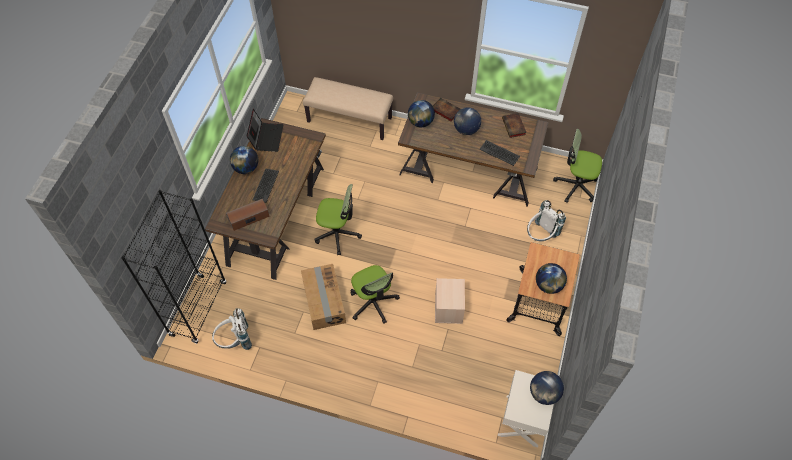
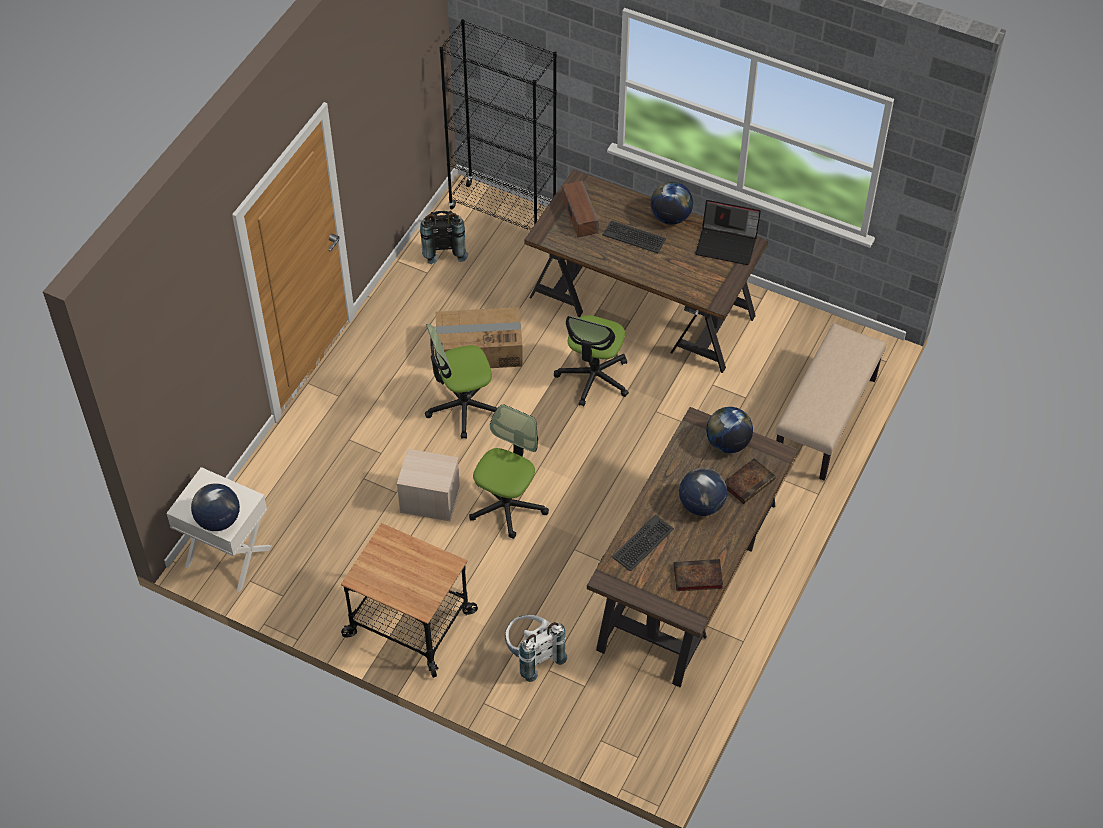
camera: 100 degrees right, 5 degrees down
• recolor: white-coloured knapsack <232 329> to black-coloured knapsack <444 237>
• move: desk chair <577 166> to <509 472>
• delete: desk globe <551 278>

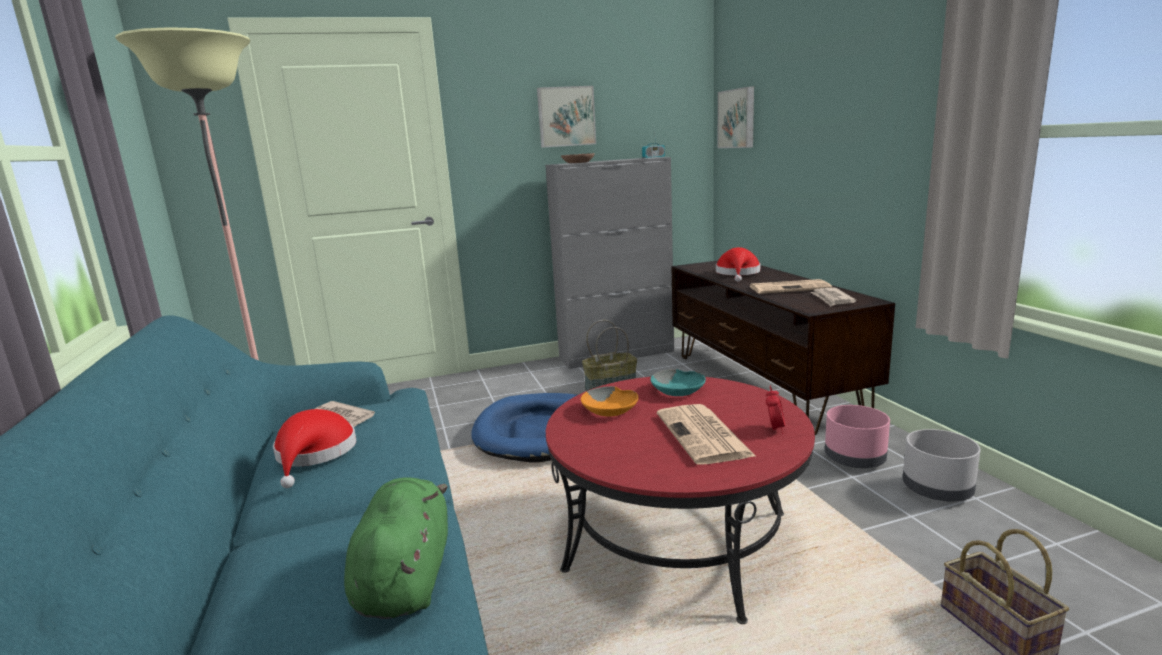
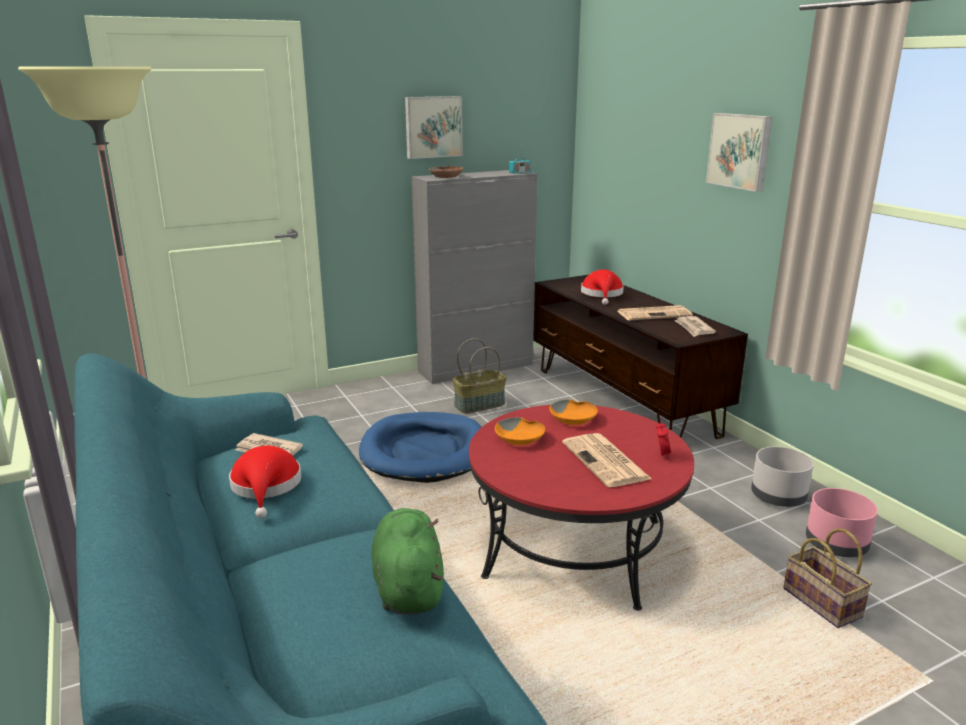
camera: 10 degrees left, 5 degrees up
• recolor: turquoise deep dish <678 382> to orange-coloured deep dish <573 412>
• move: picture <736 117> to <739 152>
• move: pink flower pot <857 436> to <842 522>

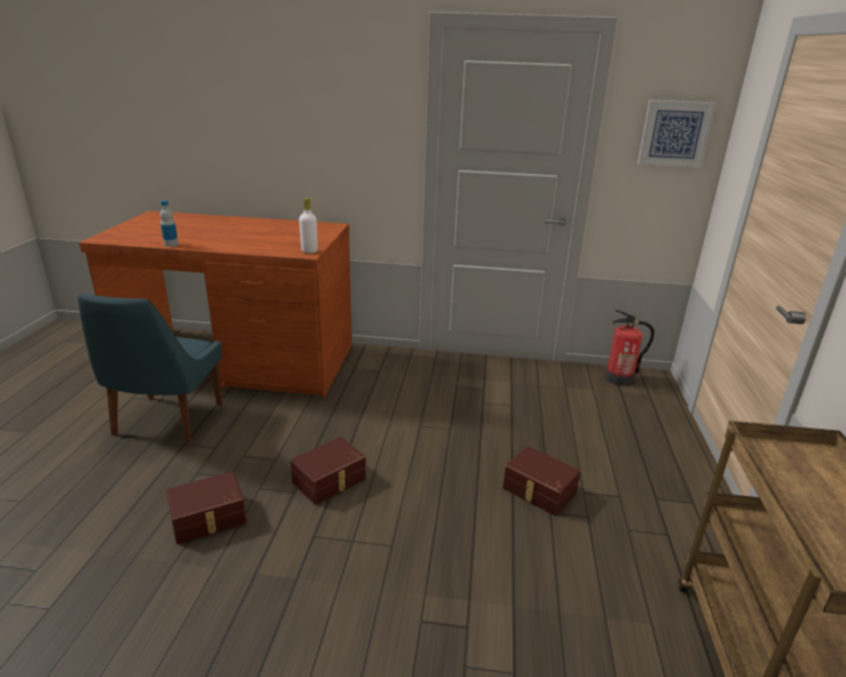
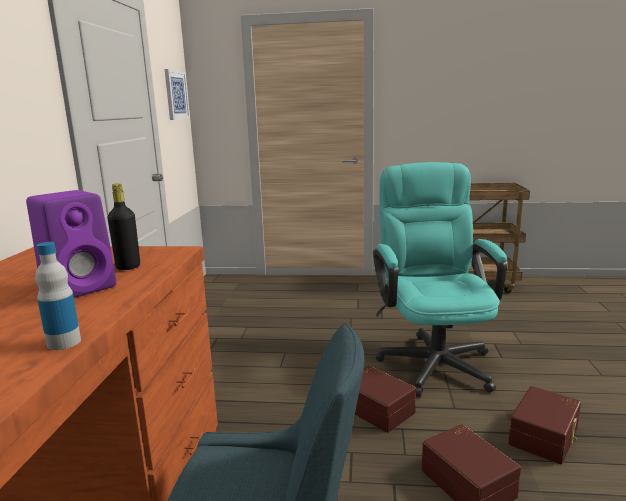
camera: 90 degrees left, 10 degrees down
• insert: purplish audio speaker <71 244>
• insert: black-coloured bottle <124 226>
• insert: turquoise desk chair <440 279>
• move: brown-coloured storage bin <541 481> to <544 425>
• delete: white-coloured bottle <308 225>
• delete: fire extinguisher <629 347>

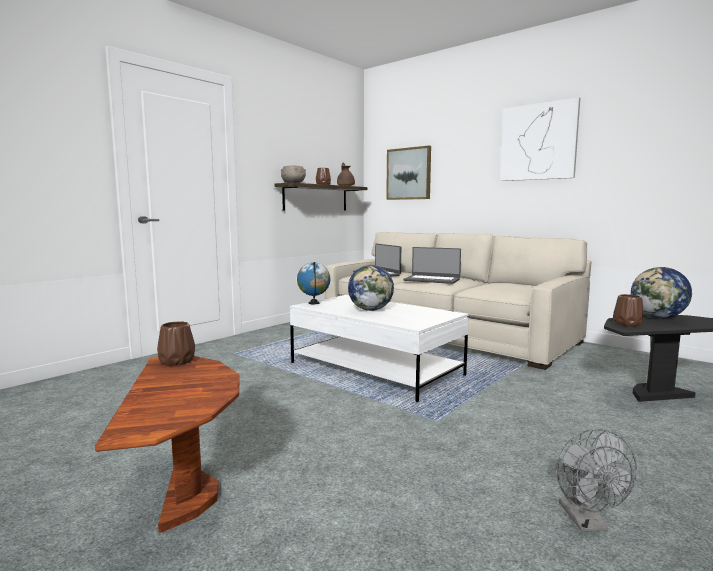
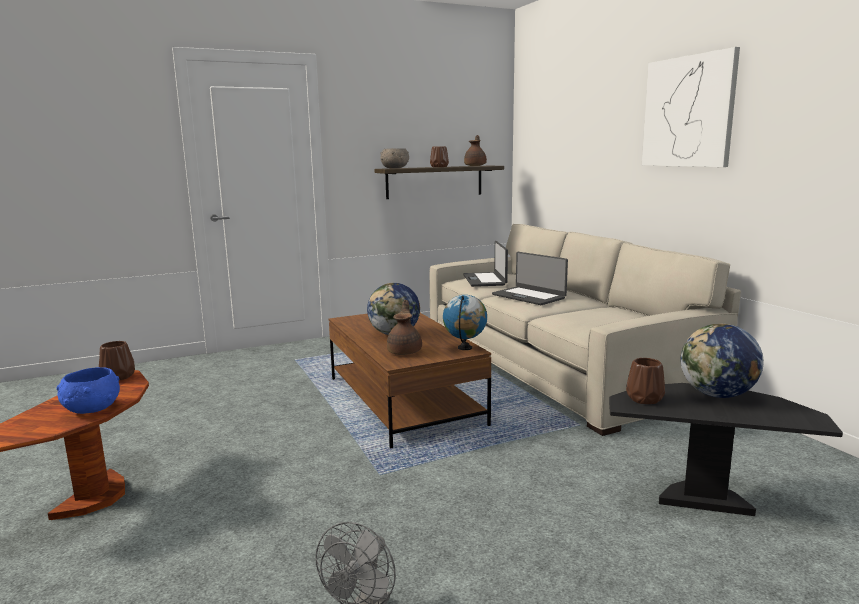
camera: 25 degrees right, 5 degrees up
• insert: bluish deep dish <88 390>
• recolor: white-coloured lounge table <379 348> to brown-coloured lounge table <410 380>
• insert: brown-coloured pot for tea <404 327>
• move: desk globe <313 283> to <465 322>
• delete: picture <408 172>

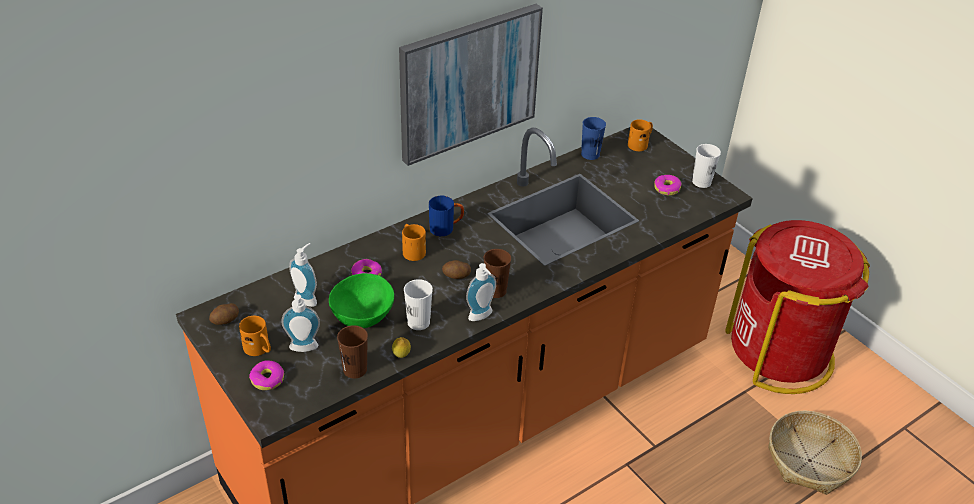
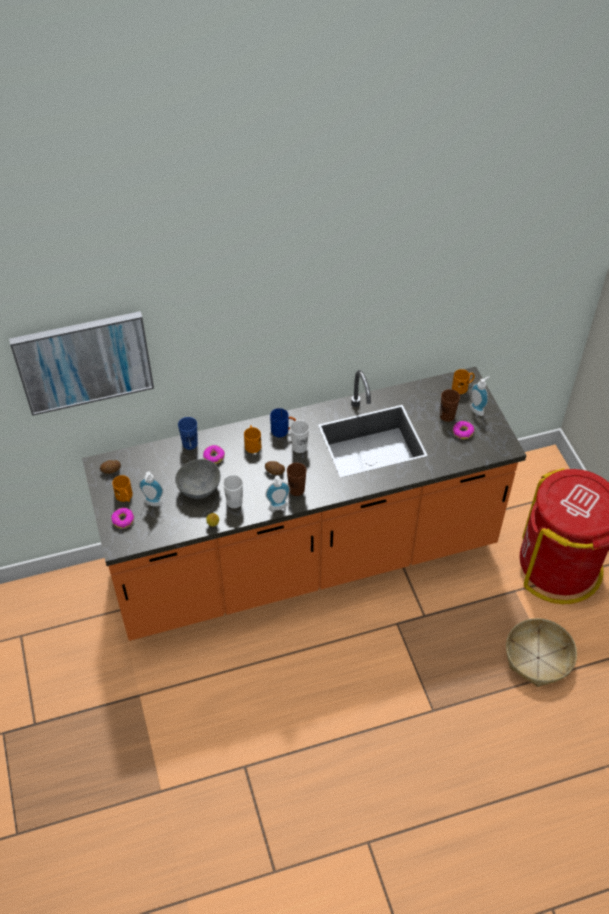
camera: 20 degrees right, 10 degrees up
• move: picture <471 85> to <81 363>
• recolor: green-coloured deep dish <361 300> to grey deep dish <198 479>
• move: bluish small cup <593 138> to <188 433>
• move: white-coloured small cup <706 166> to <299 436>
• move: brown-coloured small cup <352 351> to <450 405>
• move: soap dispenser <303 275> to <480 396>

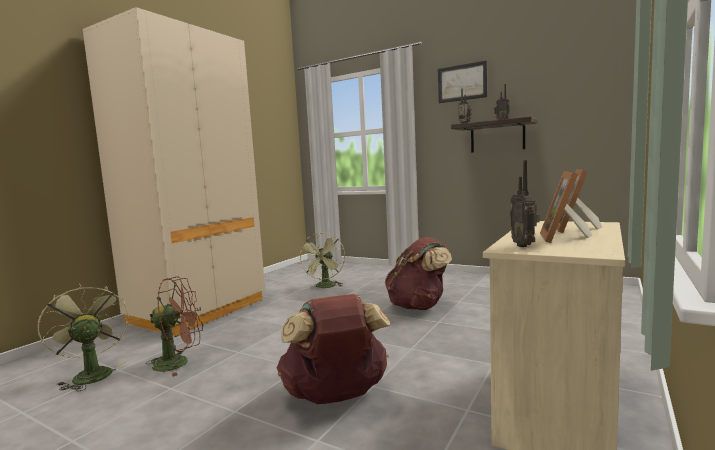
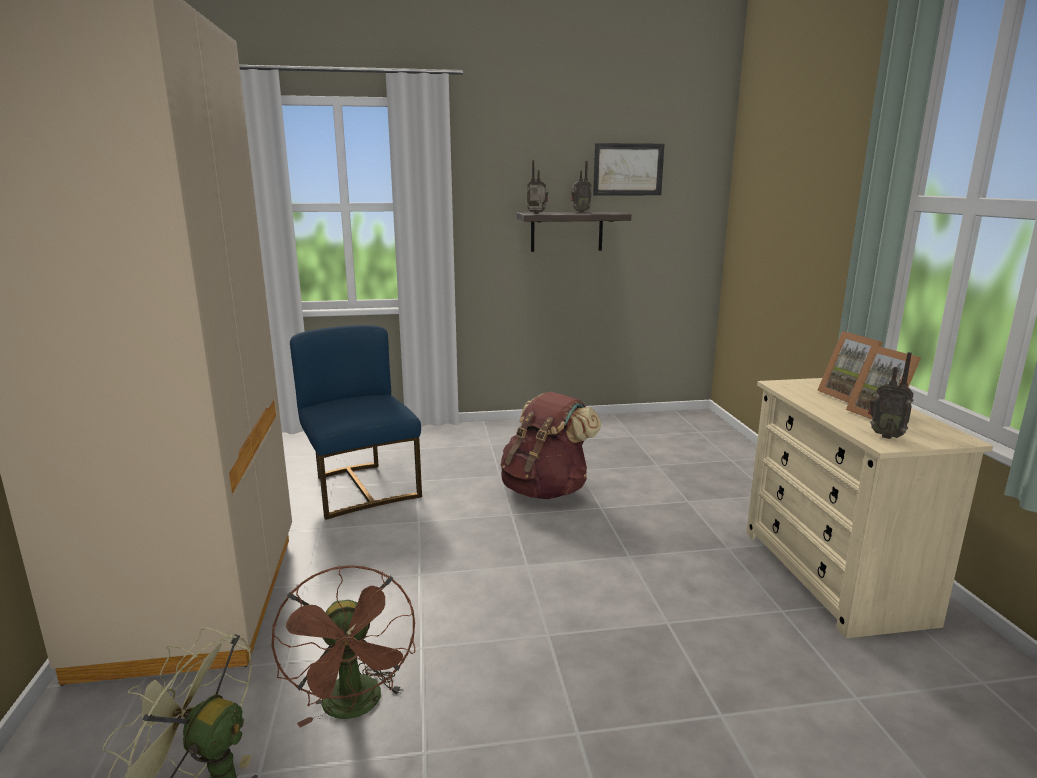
camera: 40 degrees left, 10 degrees up
• rotate: brown-coloured cooling fan <174 327> = <343 646> 120 degrees clockwise
• replace: green-coloured cooling fan <322 260> to bluish plain chair <356 422>
• move: picture <462 82> to <628 169>
• delete: brown-coloured knapsack <334 349>

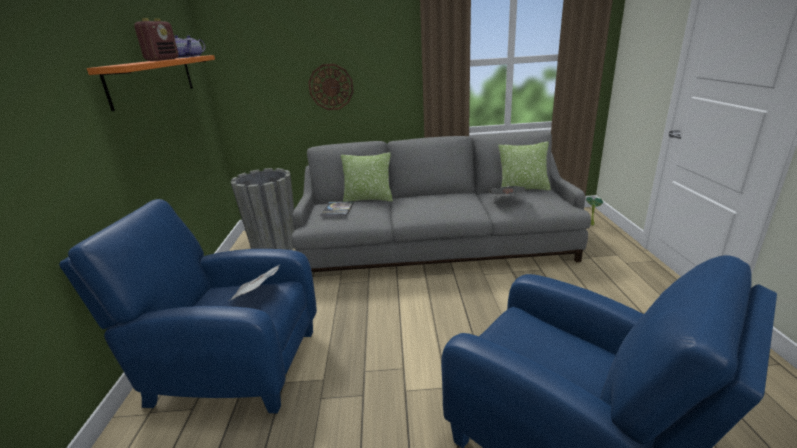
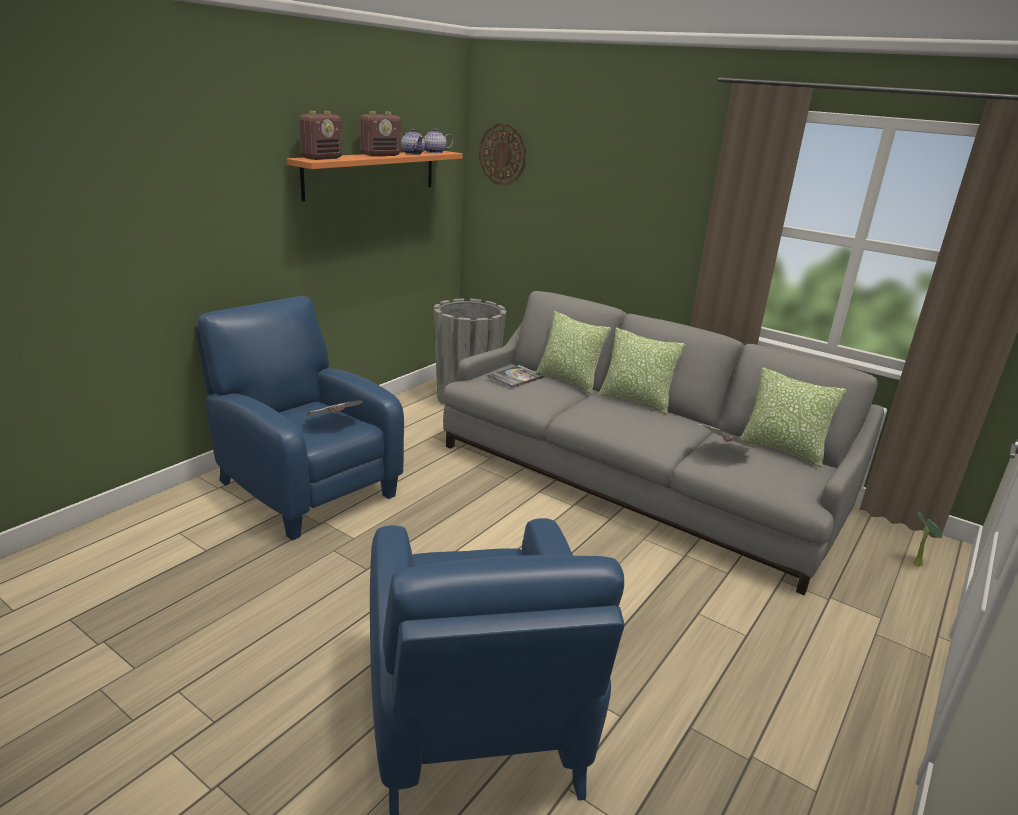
camera: 35 degrees right, 0 degrees up
• insert: radio <320 135>
• move: clock on the wall <331 87> to <503 154>
• insert: throw pillow <641 371>

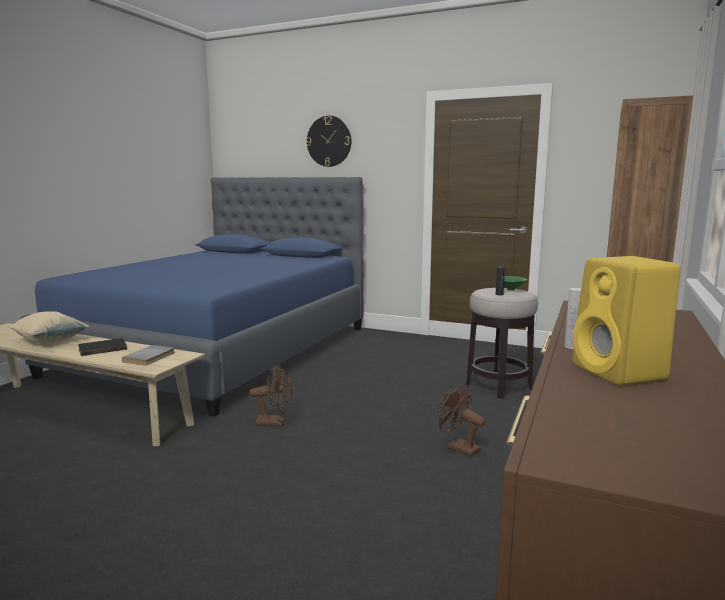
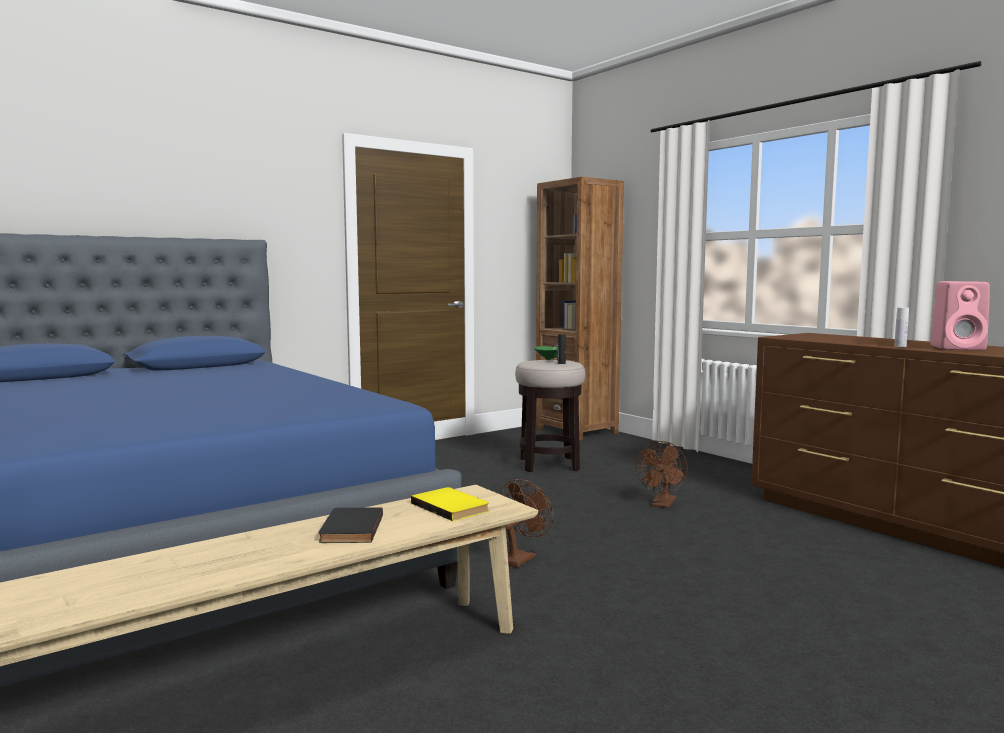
camera: 60 degrees left, 5 degrees down
• recolor: grey bound book <148 355> to yellow bound book <450 504>
• rotate: brown-coloured cooling fan <461 420> = <662 474> 45 degrees counterclockwise
• recolor: yellow audio speaker <627 320> to pink audio speaker <960 315>
• delete: beige-coloured throw pillow <49 327>
• delete: clock on the wall <328 141>

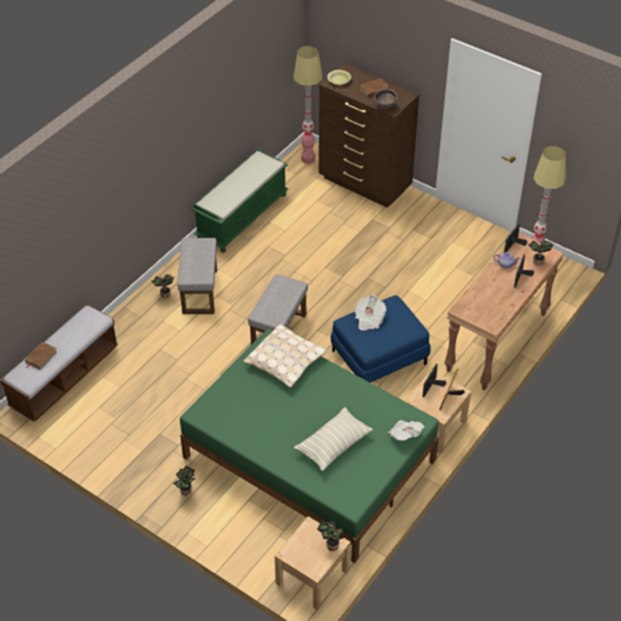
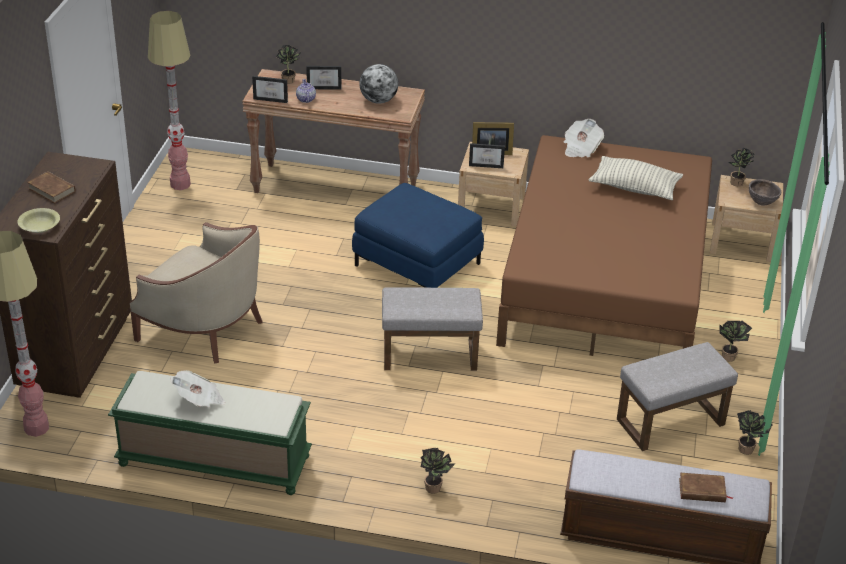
camera: 115 degrees left, 10 degrees down
• insert: beige-coloured lounge chair <196 293>
• move: daily paper <370 312> to <197 388>
• insert: desk globe <379 84>
• recolor: green-coloured sleeping bed <309 445> to brown-coloured sleeping bed <604 245>
• move: grey ottoman <197 276> to <677 396>
• insert: potted plant <755 432>
• move: brown-coloured deep dish <385 99> to <765 192>
• delete: beige-coloured throw pillow <285 356>

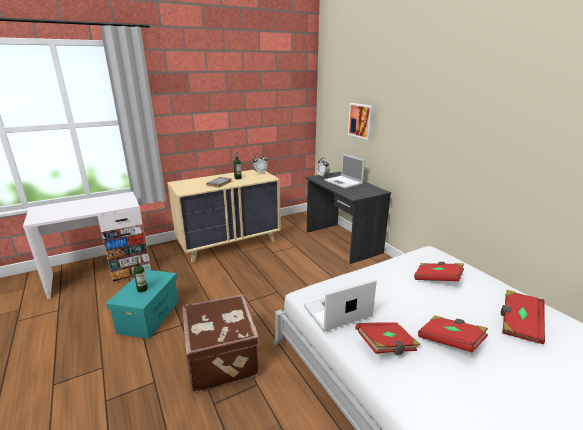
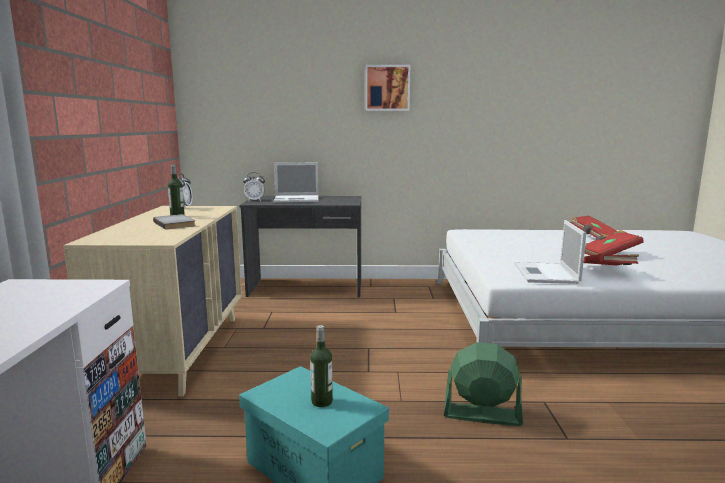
camera: 60 degrees left, 10 degrees down
• move: picture <361 121> to <387 88>
• replace: brown-coloured suitcase <221 343> to green-coloured cooling fan <483 384>
• delete: reddish bound book <439 271>

